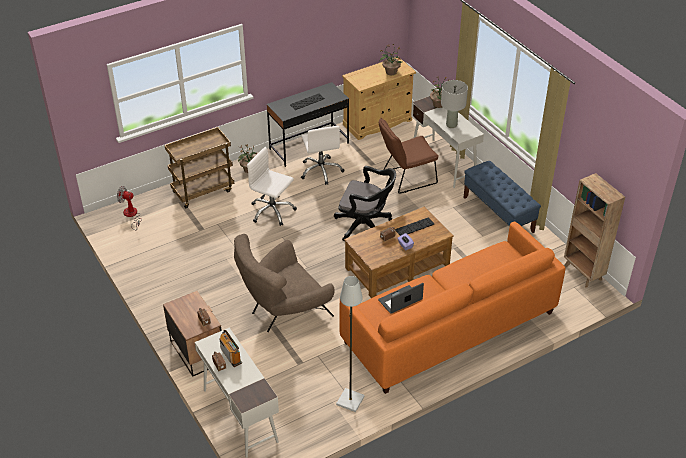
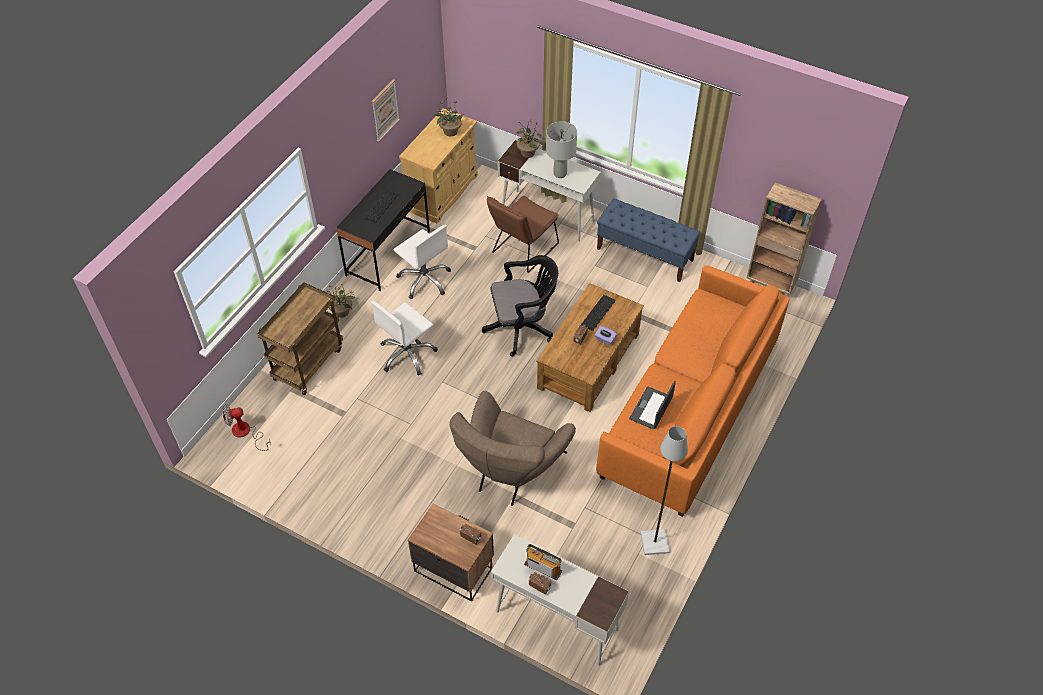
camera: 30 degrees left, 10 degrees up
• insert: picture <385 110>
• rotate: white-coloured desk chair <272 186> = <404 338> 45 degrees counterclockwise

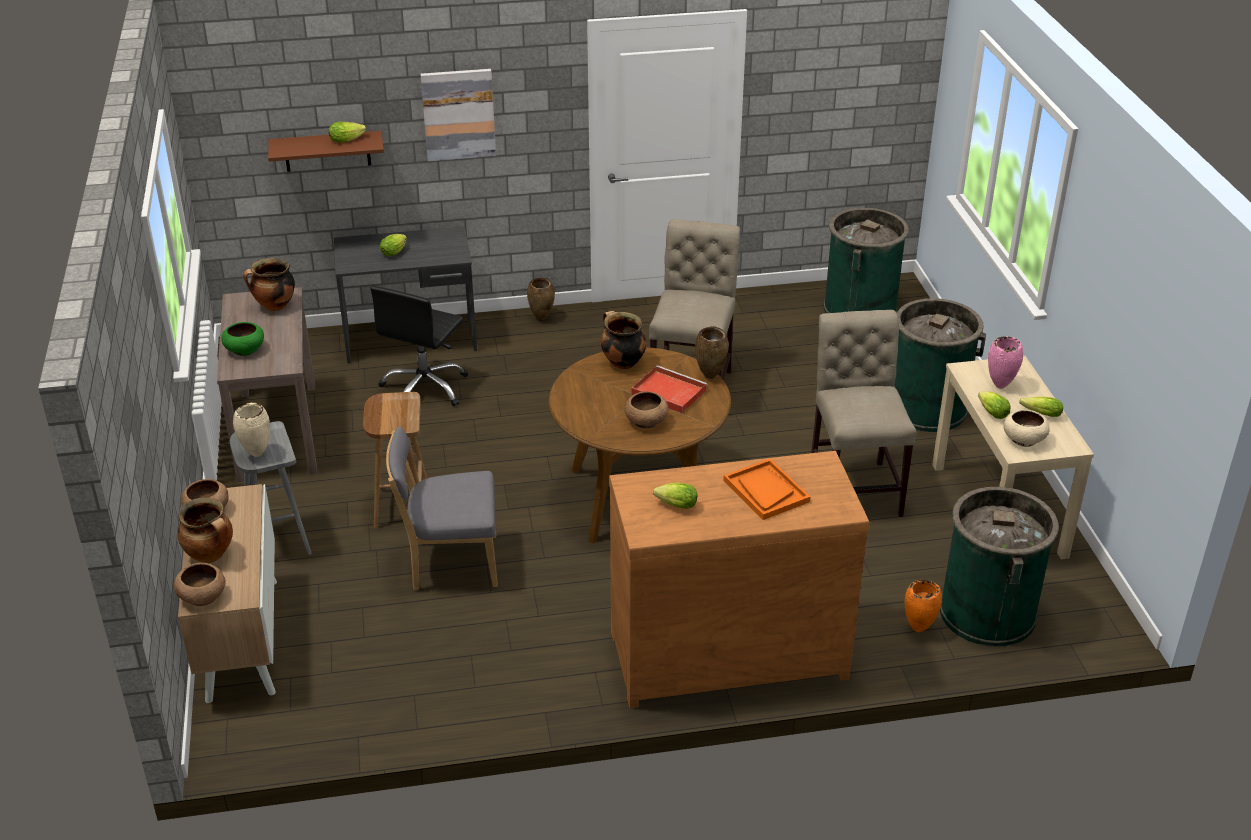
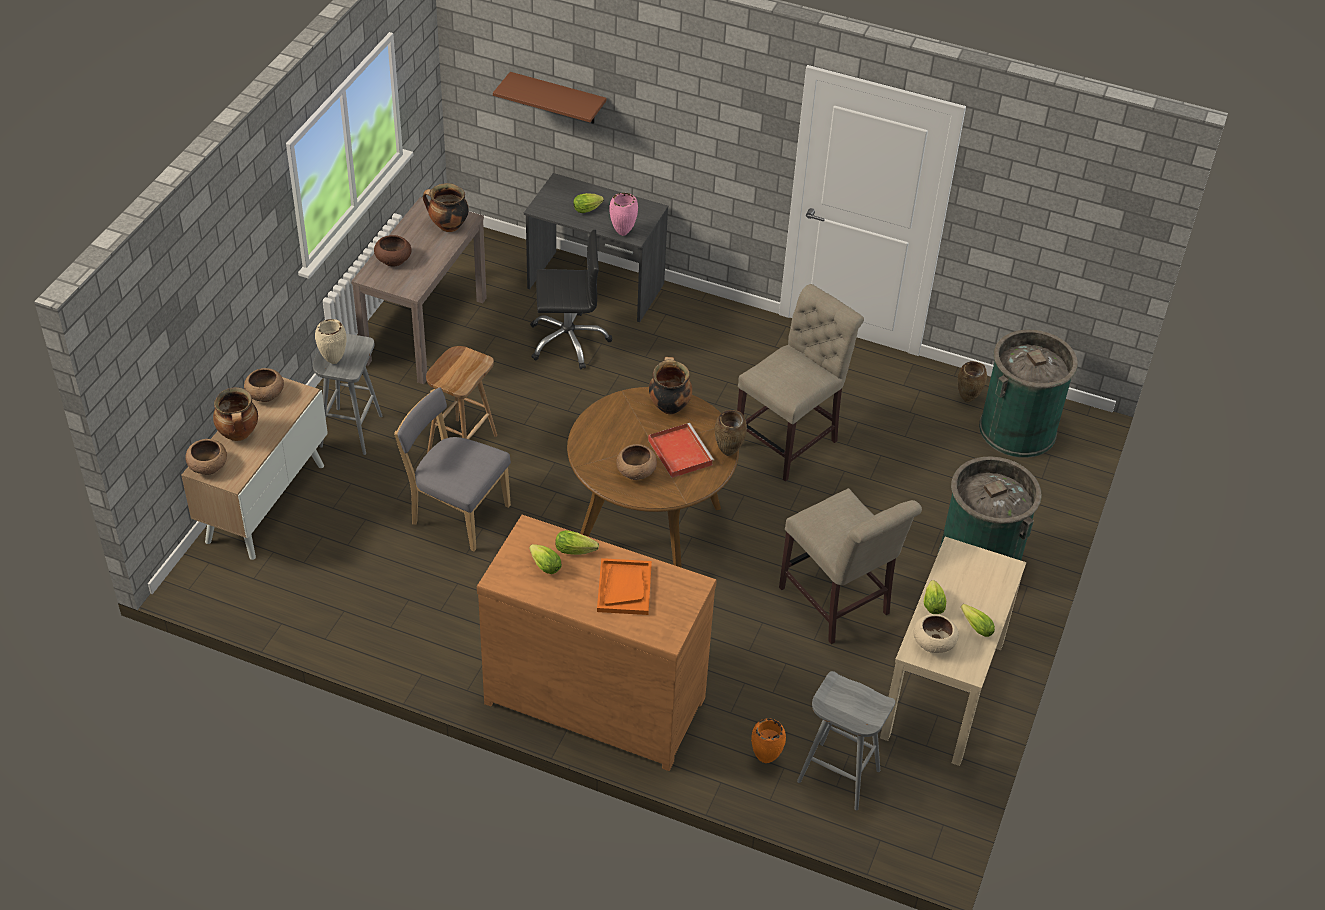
camera: 30 degrees right, 10 degrees up
• recolor: green-coloured deep dish <242 339> to brown-coloured deep dish <393 250>
• rotate: black-coloured desk chair <419 346> = <571 299> 150 degrees counterclockwise
• move: lettuce head <347 132> to <577 542>
• move: pink flower vase <1005 362> to <623 214>
• rotate: beige-coloured plain chair <863 413> = <850 566> 120 degrees clockwise
• replace: green-coloured rubbish bin <999 567> to grey stool <846 741>
• move: brown-coloured flower vase <541 299> to <972 381>
• delete: picture <458 115>

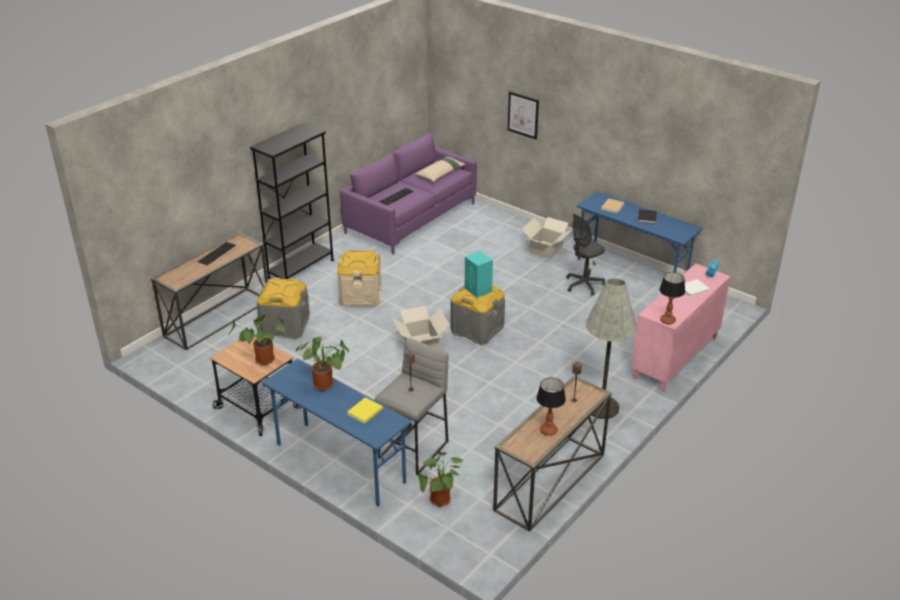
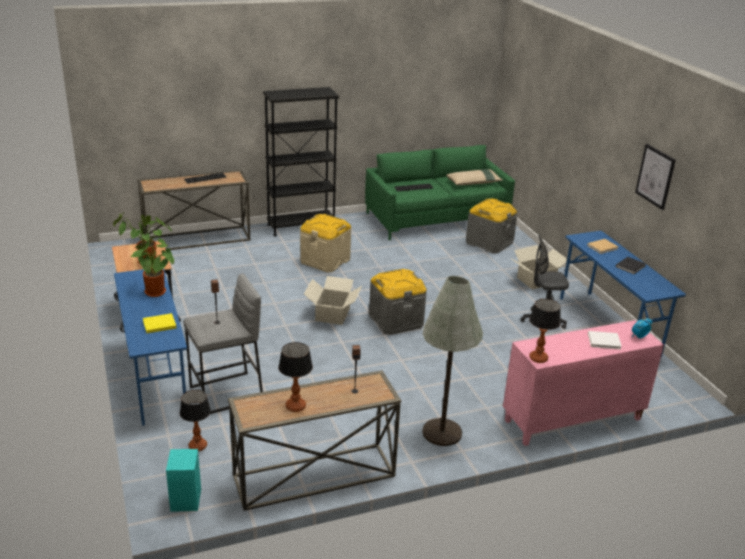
camera: 30 degrees right, 5 degrees down
• move: turquoise audio speaker <479 274> to <183 480>
• replace: potted plant <441 479> to tabletop lamp <195 420>
• recolor: purplish couch <408 194> to green-coloured couch <440 192>
• move: grey storage bin <283 308> to <491 225>
• move: picture <523 116> to <655 177>

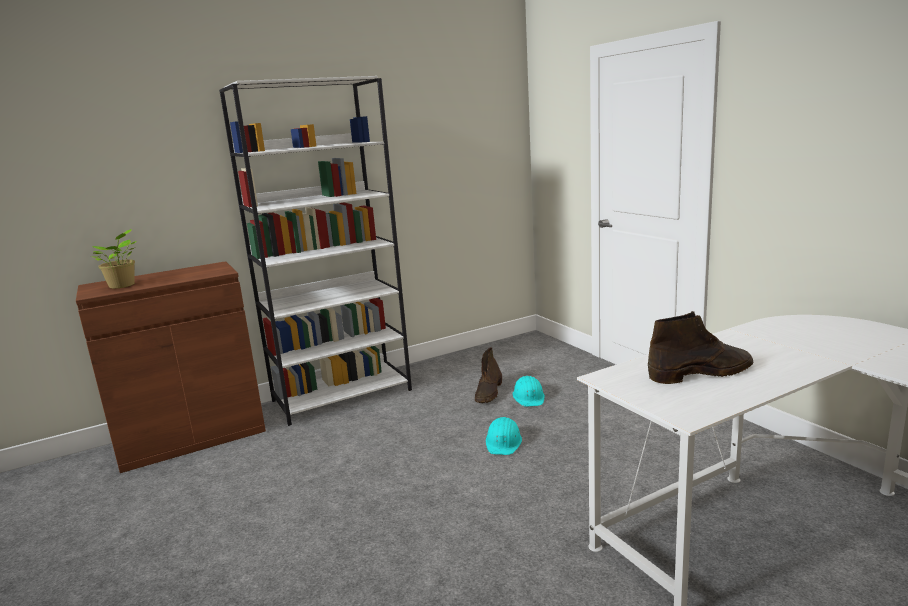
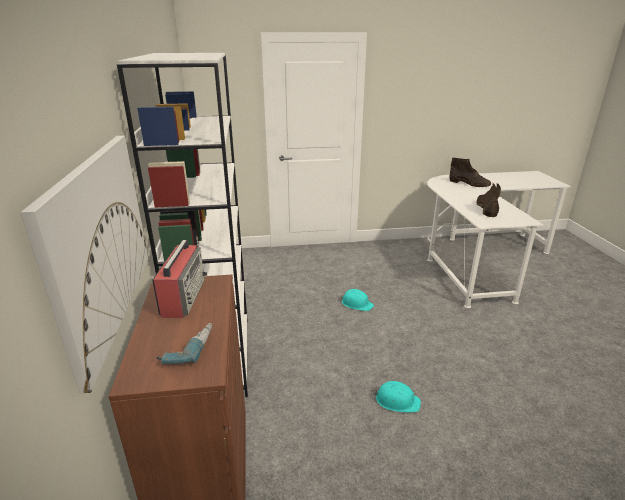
camera: 70 degrees left, 10 degrees up
• insert: picture <84 265>
• insert: radio <179 277>
• replace: potted plant <114 259> to drill <184 343>
• move: turquoise safety helmet <528 391> to <397 396>
• move: brown-coloured high-top boot <488 375> to <470 172>

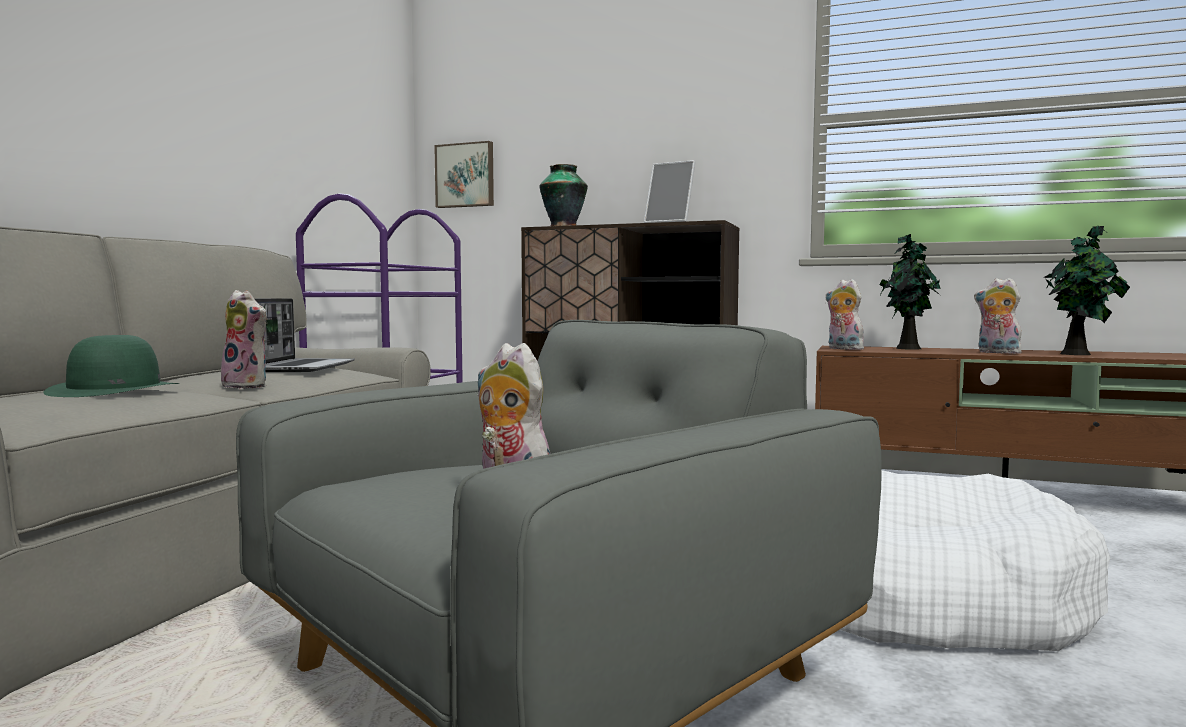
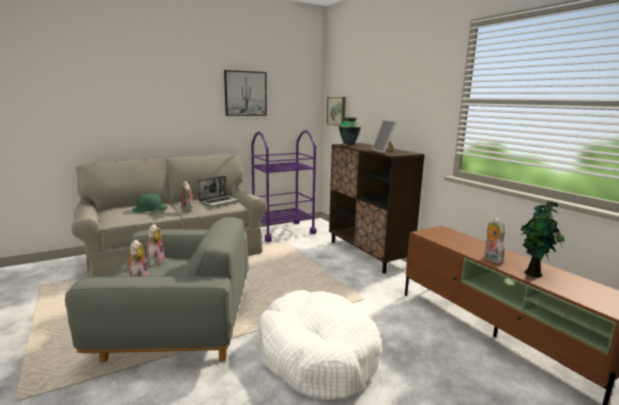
camera: 40 degrees right, 10 degrees up
• move: cuddly toy <846 314> to <155 245>
• insert: picture <245 93>
• delete: potted plant <910 292>

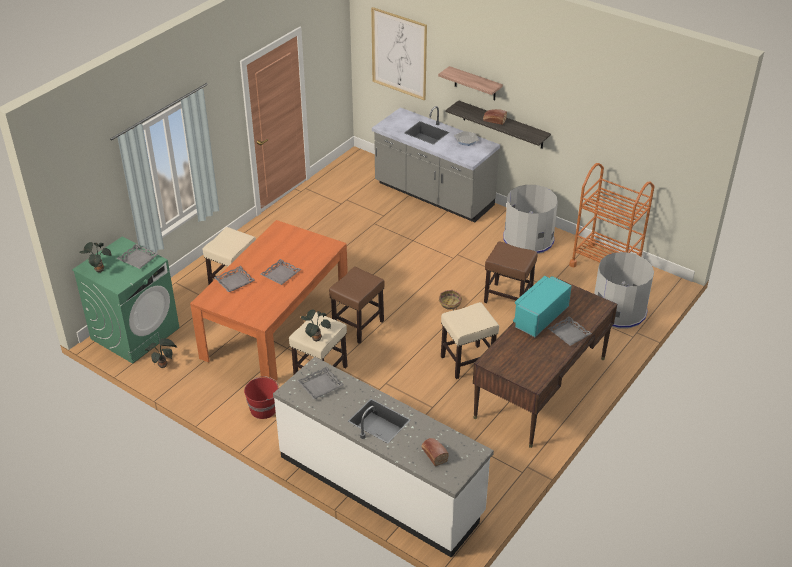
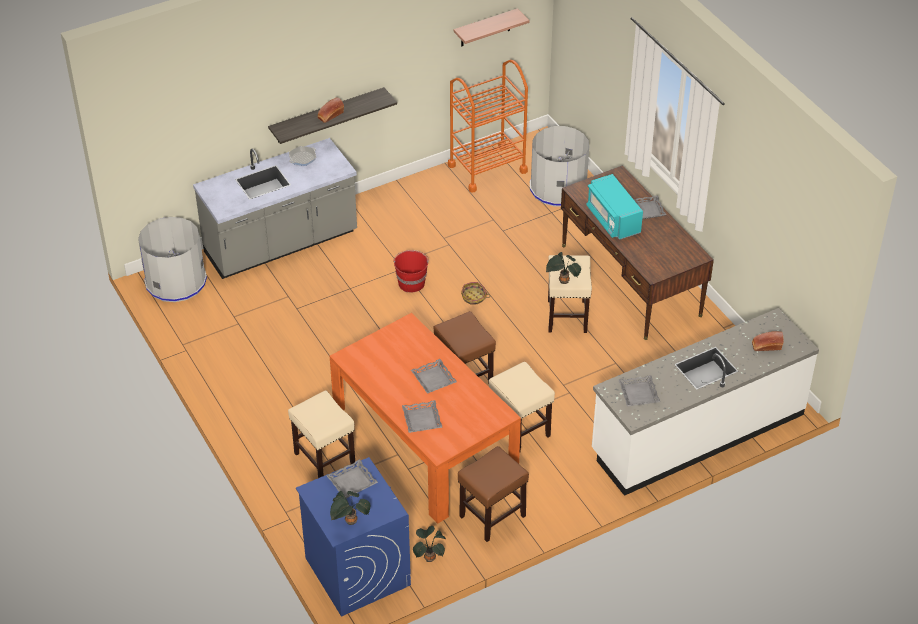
camera: 65 degrees left, 5 degrees up
• move: grey rubbish bin <530 219> to <172 259>
• recolor: green-coloured laundry appliance <125 300> to bluish laundry appliance <353 537>
• move: reddish water bucket <262 397> to <411 271>
• move: wall shelf <470 83> to <492 27>
• move: brown-coloured stool <511 272> to <493 494>
• move: potted plant <315 326> to <563 268>
• delete: picture <399 53>

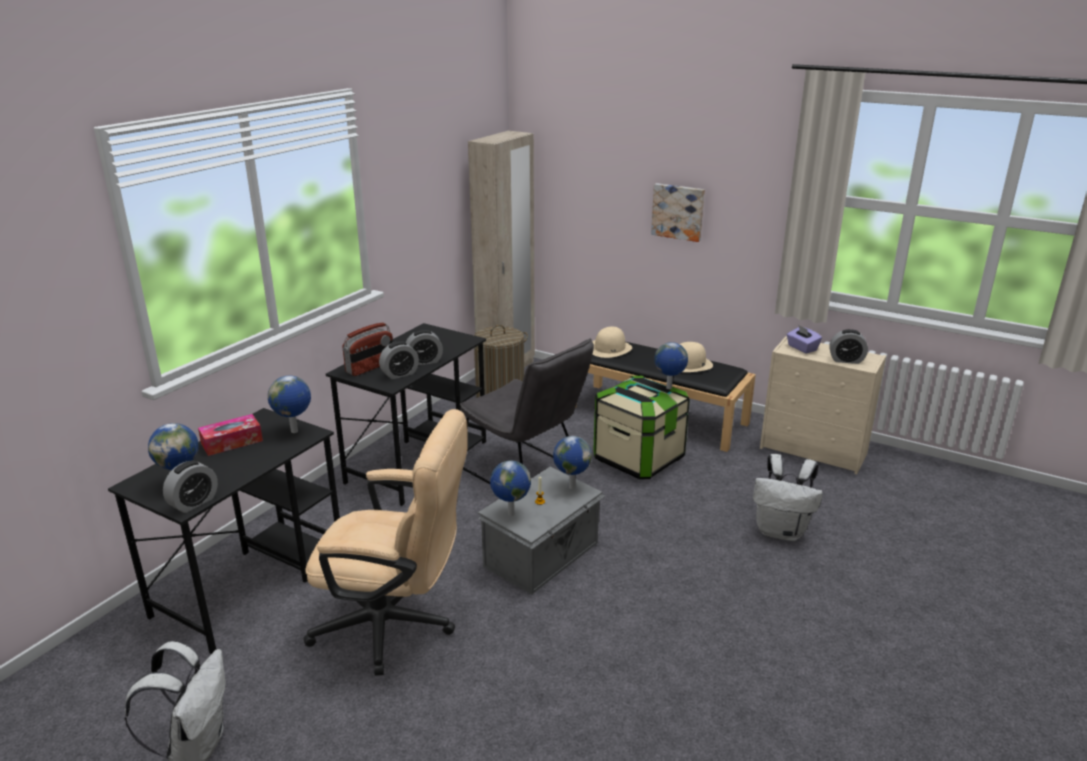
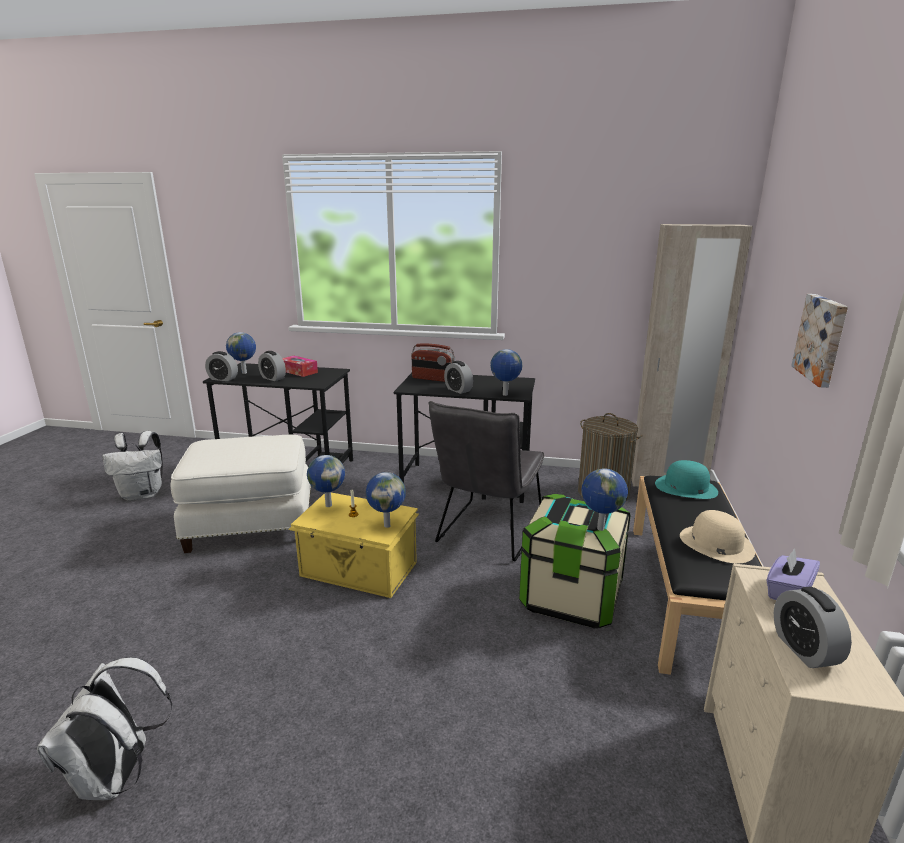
camera: 70 degrees right, 5 degrees down
• move: white-coloured knapsack <788 497> to <105 728>
• replace: beige-coloured desk chair <385 542> to white-coloured ottoman <241 494>
• move: bedside clock <399 360> to <272 366>
• recolor: grey storage bin <541 530> to yellow storage bin <353 545>
• move: desk globe <289 404> to <506 372>
• recolor: beige-coloured hat <612 342> to turquoise hat <686 479>

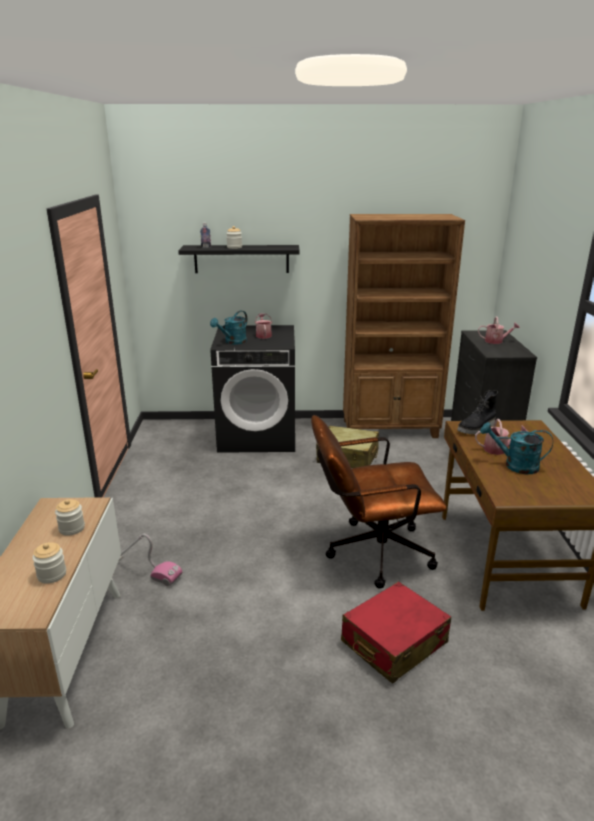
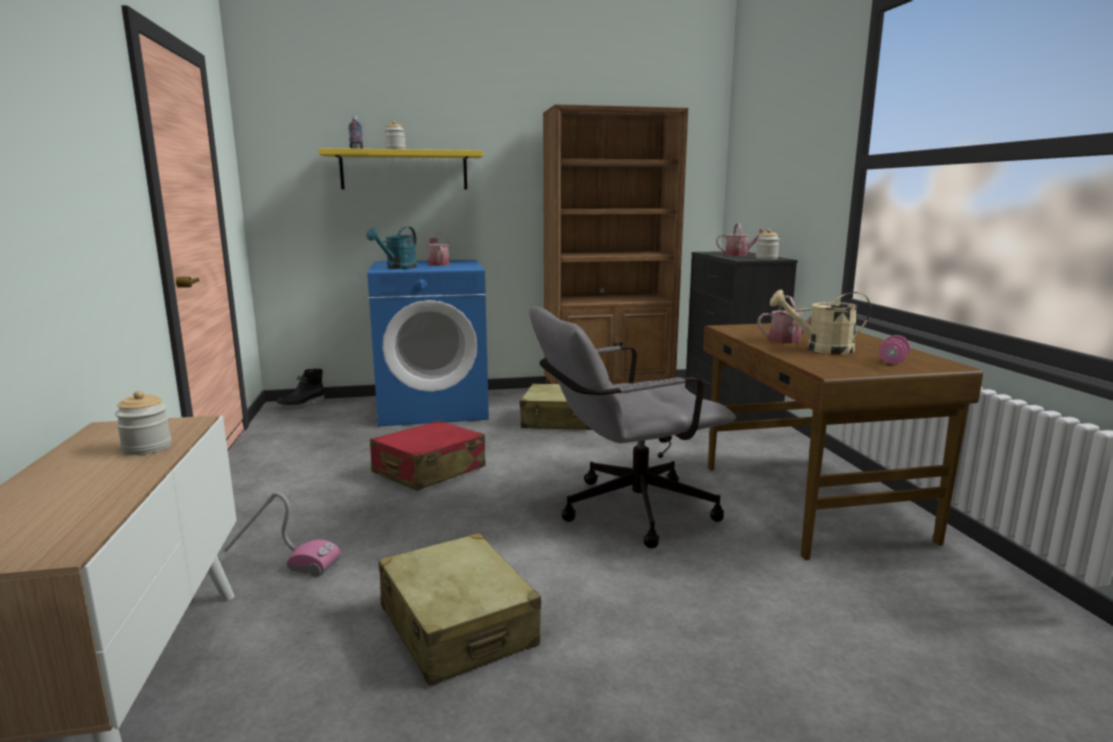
camera: 10 degrees left, 10 degrees down
• move: black-coloured high-top boot <477 412> to <300 389>
• recolor: black-coloured wall shelf <239 259> to yellow wall shelf <401 168>
• recolor: black-coloured laundry appliance <252 389> to bluish laundry appliance <428 343>
• move: reddish suitcase <396 632> to <428 456>
• insert: beige-coloured suitcase <460 609>
• recolor: brown-coloured desk chair <379 502> to grey desk chair <632 427>
• move: jar <49 563> to <768 244>
• recolor: turquoise watering can <516 448> to beige-coloured watering can <820 322>
• insert: pink hand weight <894 349>

